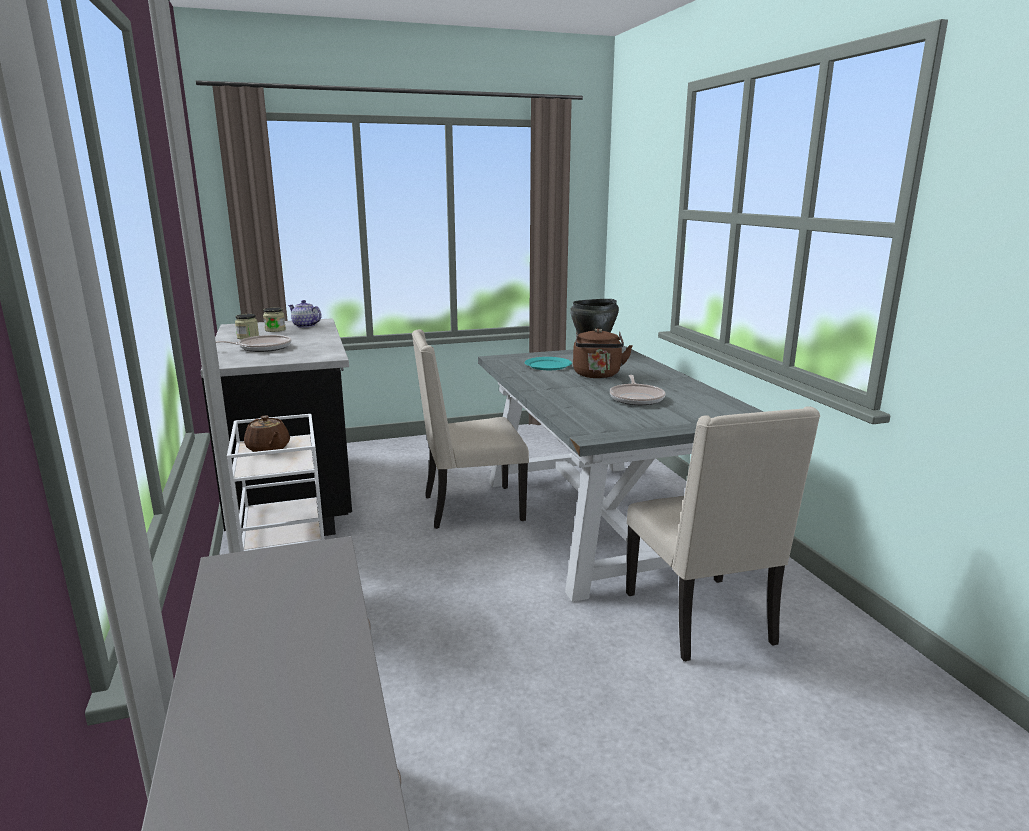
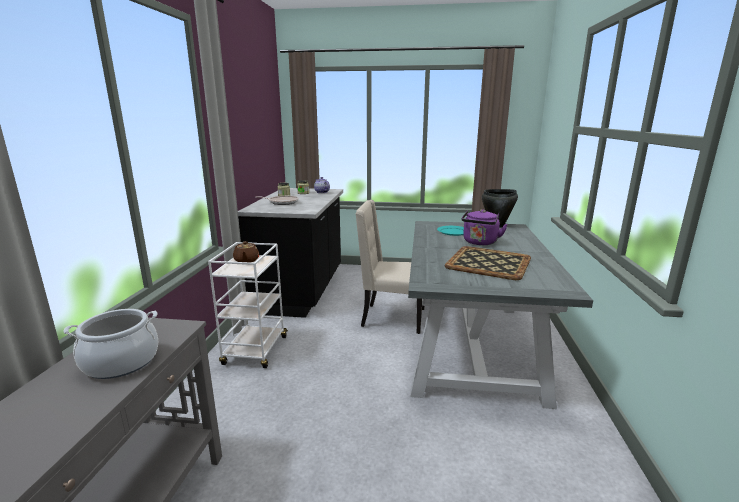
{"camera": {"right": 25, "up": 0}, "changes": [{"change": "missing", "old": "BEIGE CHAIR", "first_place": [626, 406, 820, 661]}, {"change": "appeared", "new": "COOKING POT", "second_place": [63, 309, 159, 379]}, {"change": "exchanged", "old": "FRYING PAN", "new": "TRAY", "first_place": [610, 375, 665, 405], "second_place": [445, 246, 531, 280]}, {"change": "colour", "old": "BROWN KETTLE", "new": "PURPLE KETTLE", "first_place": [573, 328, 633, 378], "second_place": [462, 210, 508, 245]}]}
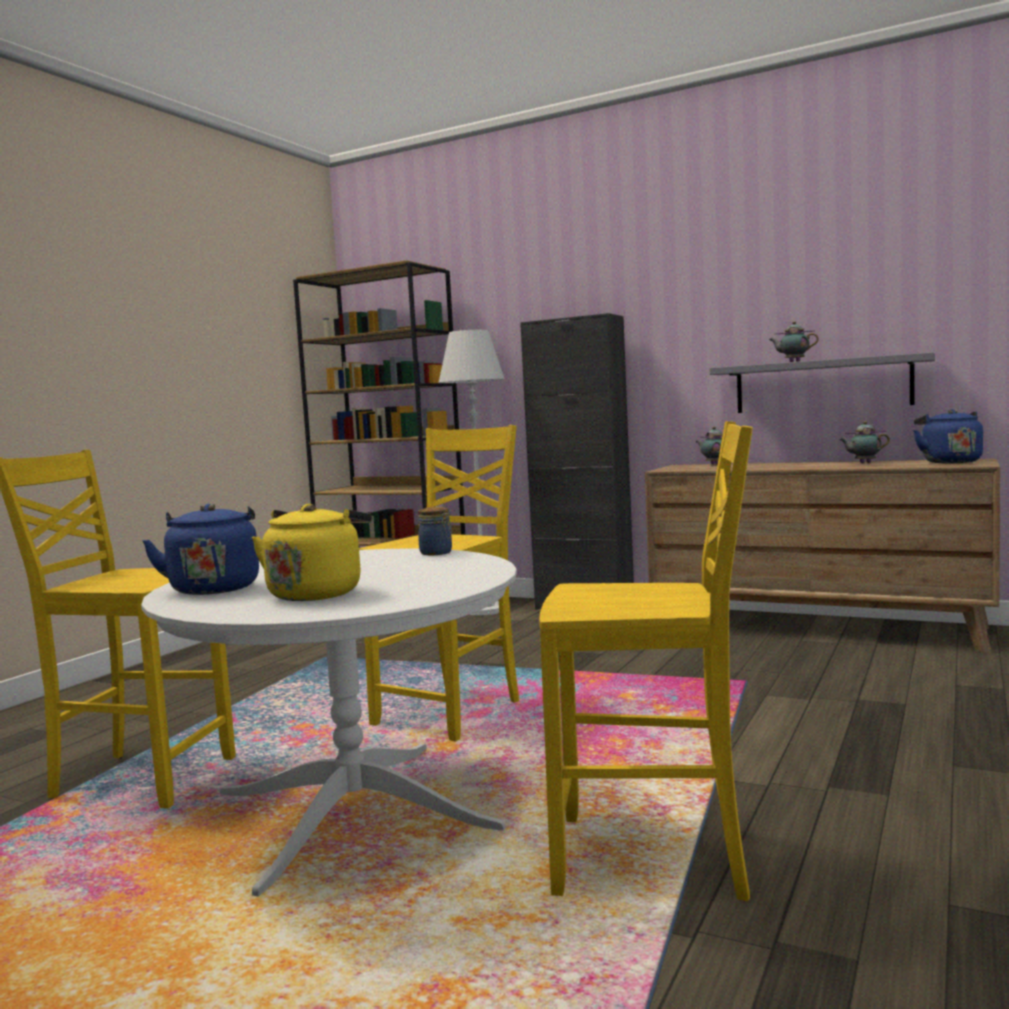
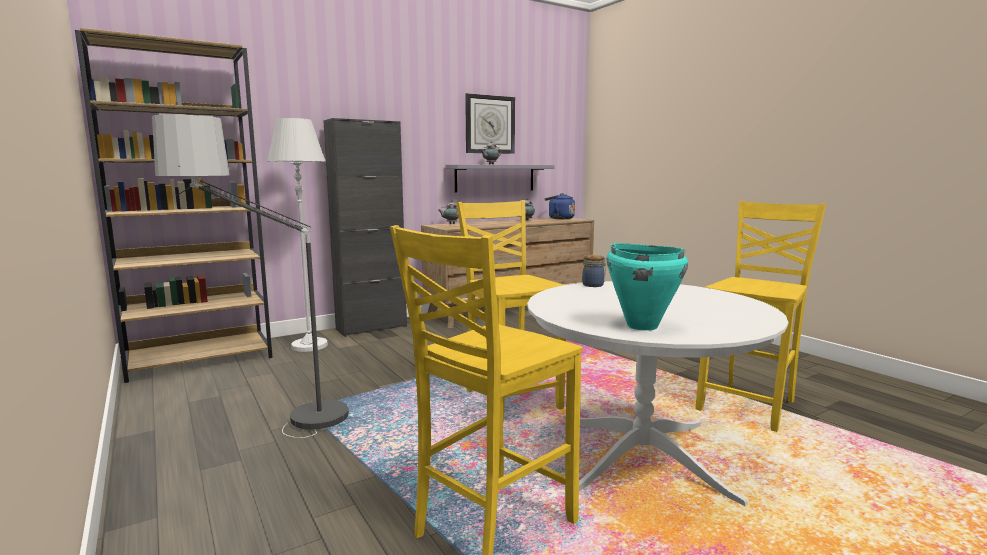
{"camera": {"right": -60, "up": 5}, "changes": [{"change": "missing", "old": "YELLOW KETTLE", "first_place": [252, 504, 372, 601]}, {"change": "appeared", "new": "FLOOR LAMP", "second_place": [152, 114, 354, 438]}, {"change": "appeared", "new": "WALL CLOCK", "second_place": [465, 93, 515, 154]}, {"change": "exchanged", "old": "BLUE KETTLE", "new": "TURQUOISE COOKING POT", "first_place": [142, 504, 259, 595], "second_place": [607, 243, 688, 331]}]}
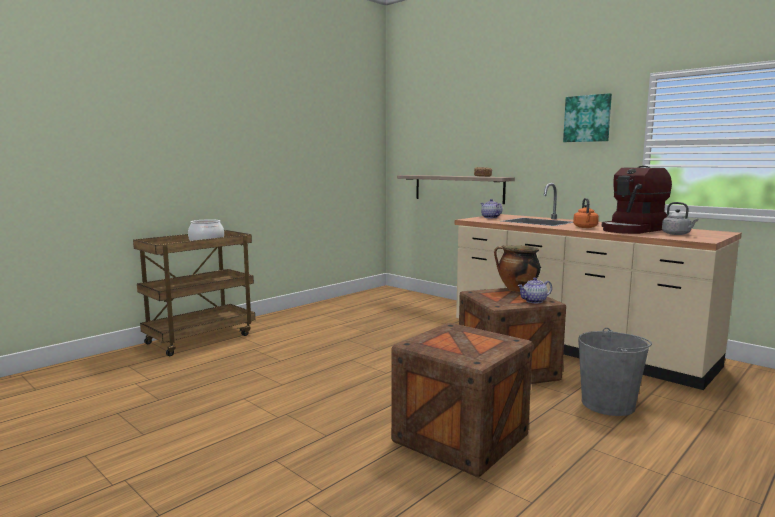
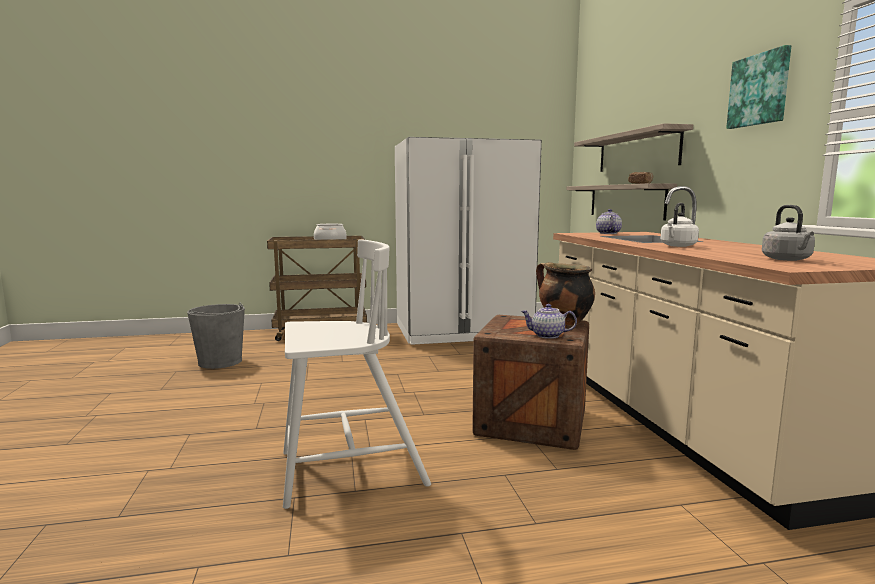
{"camera": {"right": 35, "up": 0}, "changes": [{"change": "missing", "old": "COFFEE MACHINE", "first_place": [602, 166, 672, 234]}, {"change": "appeared", "new": "WHITE FRIDGE", "second_place": [395, 137, 542, 345]}, {"change": "appeared", "new": "SHELF", "second_place": [574, 123, 693, 172]}, {"change": "relocated", "old": "GREY BUCKET", "first_place": [578, 328, 652, 416], "second_place": [187, 303, 245, 369]}, {"change": "exchanged", "old": "CRATE", "new": "WHITE CHAIR", "first_place": [391, 323, 533, 477], "second_place": [283, 239, 431, 509]}, {"change": "colour", "old": "ORANGE KETTLE", "new": "WHITE KETTLE", "first_place": [573, 198, 599, 228], "second_place": [661, 203, 699, 247]}]}
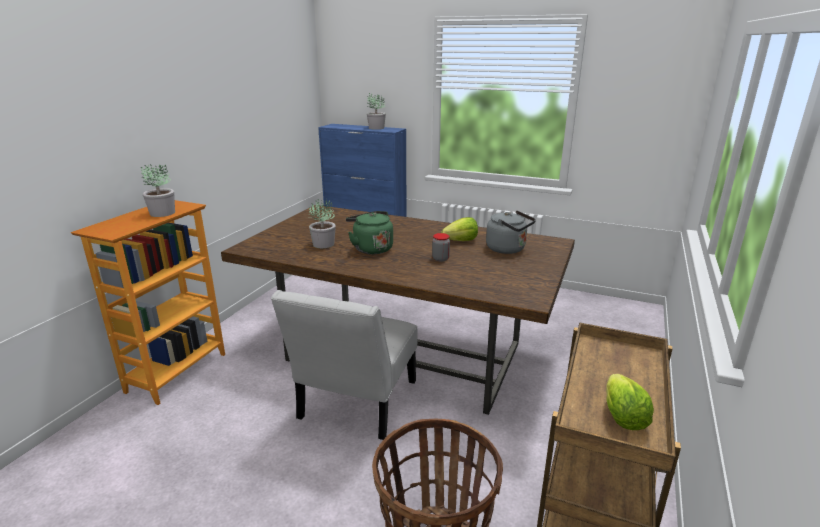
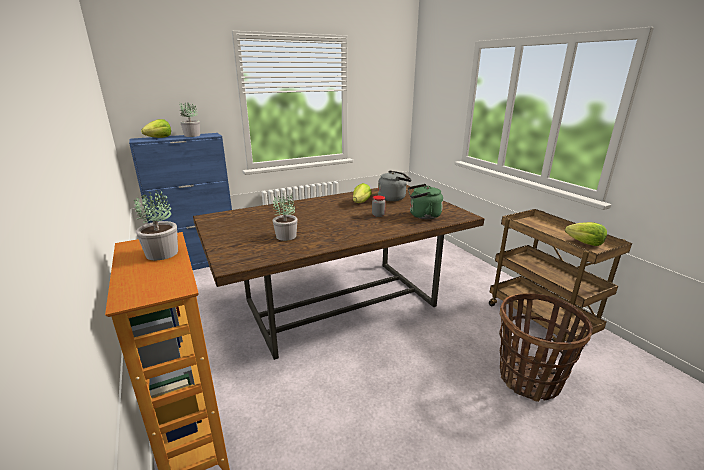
{"camera": {"right": -50, "up": 0}, "changes": [{"change": "missing", "old": "WHITE CHAIR", "first_place": [271, 290, 418, 440]}, {"change": "appeared", "new": "LETTUCE", "second_place": [141, 119, 171, 138]}, {"change": "relocated", "old": "GREEN KETTLE", "first_place": [346, 211, 393, 254], "second_place": [408, 184, 443, 219]}]}
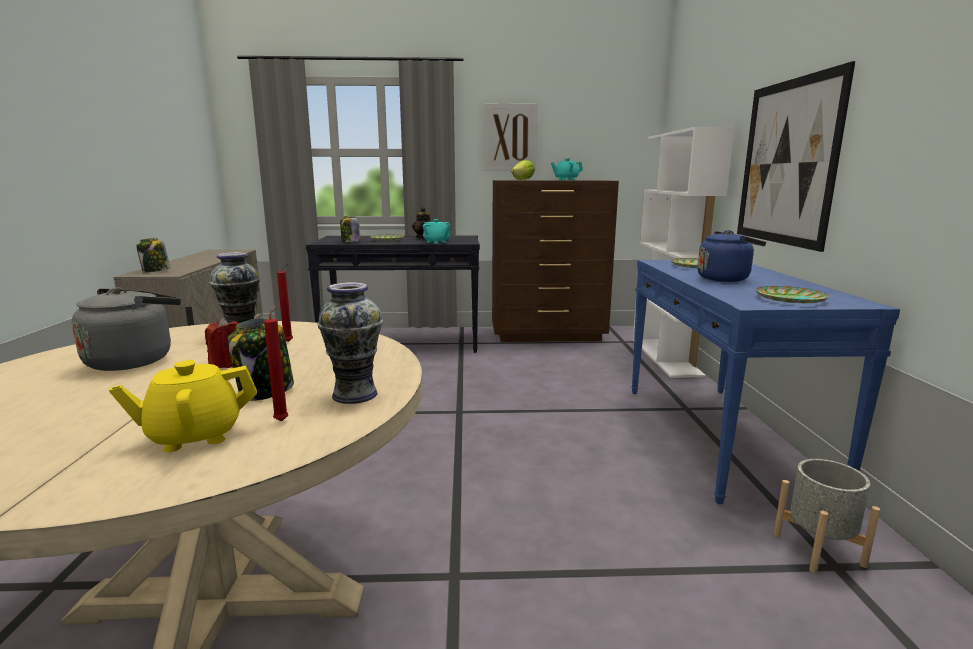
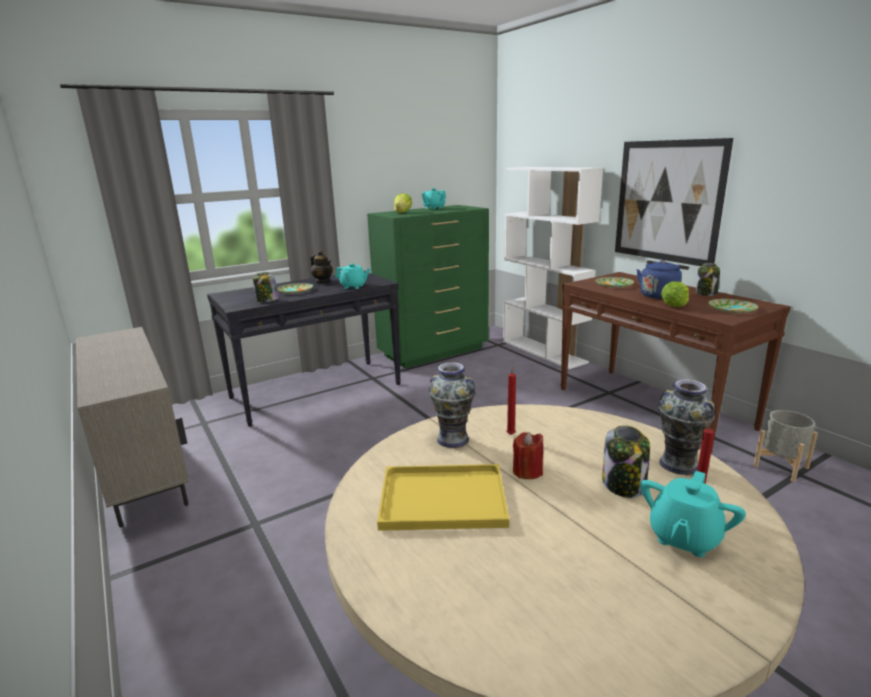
{"camera": {"right": -30, "up": 5}, "changes": [{"change": "missing", "old": "PICTURE", "first_place": [485, 104, 538, 171]}, {"change": "appeared", "new": "LETTUCE", "second_place": [661, 281, 689, 307]}, {"change": "relocated", "old": "JAR", "first_place": [136, 238, 170, 272], "second_place": [696, 263, 720, 296]}, {"change": "exchanged", "old": "GREY KETTLE", "new": "YELLOW TRAY", "first_place": [72, 287, 181, 371], "second_place": [377, 464, 509, 531]}, {"change": "colour", "old": "YELLOW TEAPOT", "new": "TURQUOISE TEAPOT", "first_place": [109, 360, 257, 452], "second_place": [640, 470, 746, 557]}, {"change": "colour", "old": "BROWN DRESSER", "new": "GREEN DRESSER", "first_place": [492, 180, 619, 342], "second_place": [367, 205, 489, 368]}, {"change": "colour", "old": "BLUE CONSOLE TABLE", "new": "BROWN CONSOLE TABLE", "first_place": [631, 260, 900, 504], "second_place": [560, 272, 791, 453]}]}
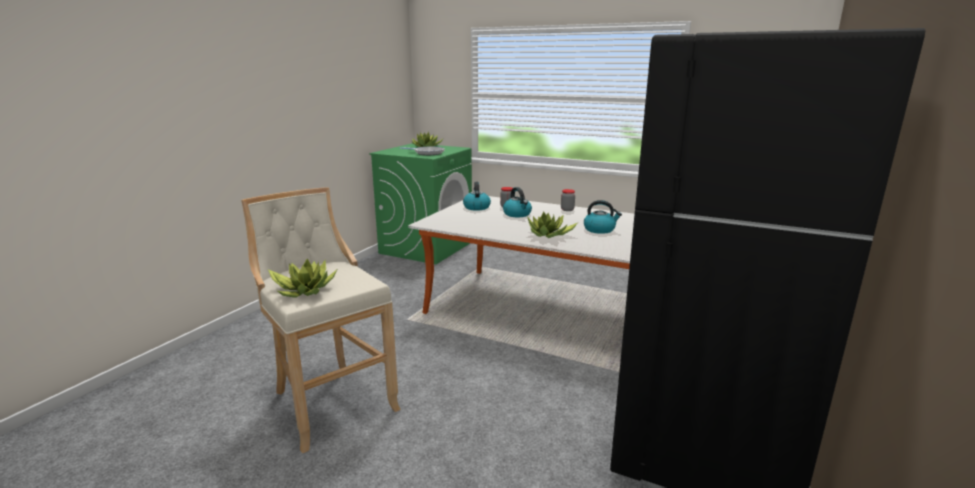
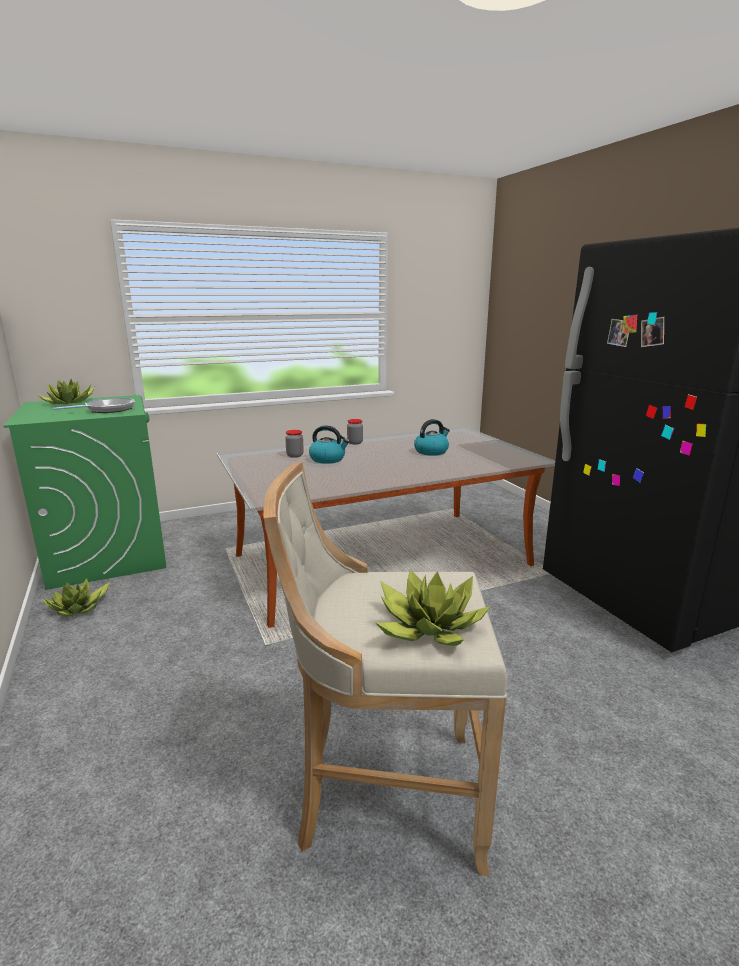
{"camera": {"right": -50, "up": 0}, "changes": [{"change": "missing", "old": "KETTLE", "first_place": [463, 182, 491, 211]}, {"change": "relocated", "old": "POTTED PLANT", "first_place": [527, 212, 578, 238], "second_place": [42, 578, 110, 616]}]}
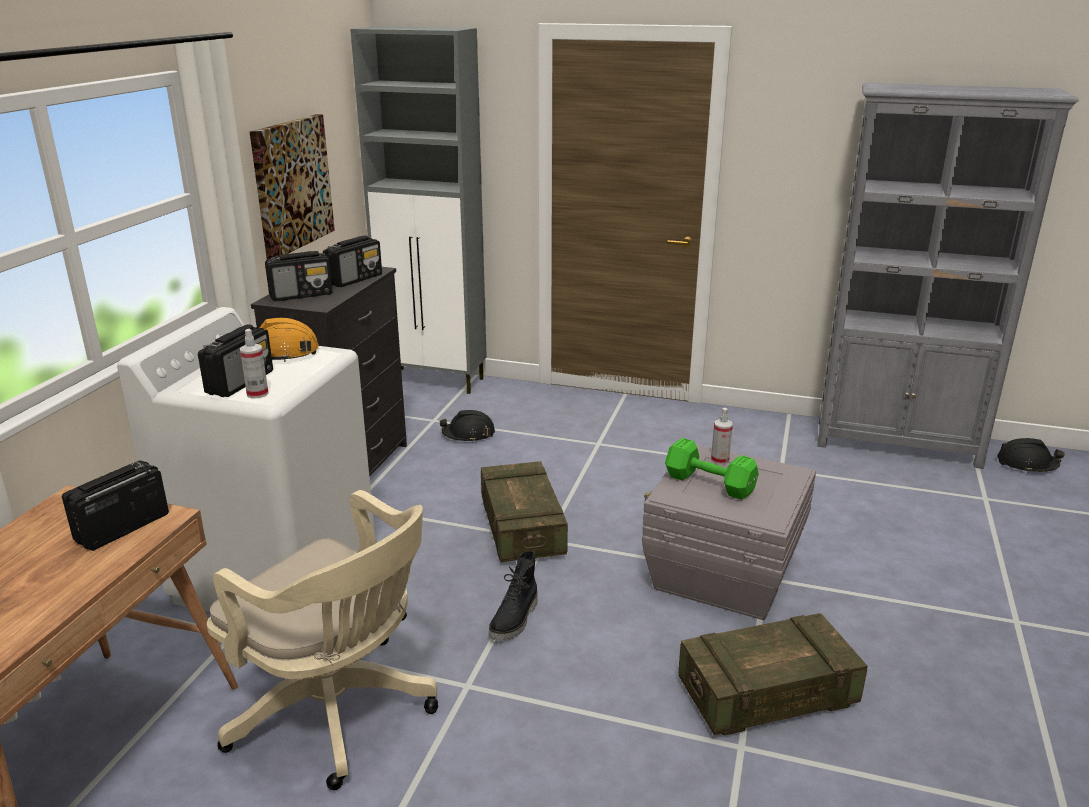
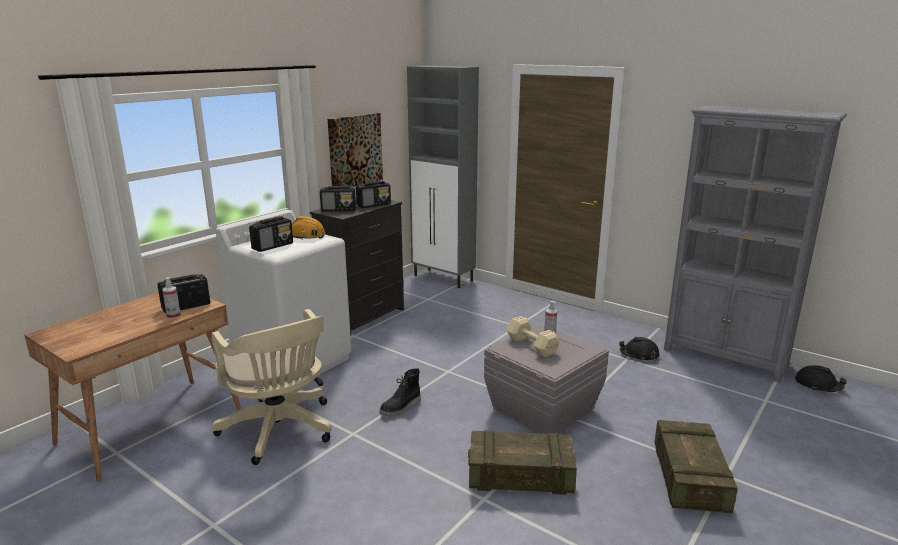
{"camera": {"right": 20, "up": -5}, "changes": [{"change": "relocated", "old": "SPRAY BOTTLE", "first_place": [240, 329, 269, 398], "second_place": [162, 277, 181, 319]}, {"change": "relocated", "old": "BLACK HARD HAT", "first_place": [439, 410, 495, 443], "second_place": [619, 337, 659, 361]}, {"change": "relocated", "old": "CRATE", "first_place": [481, 461, 568, 562], "second_place": [655, 420, 738, 514]}, {"change": "colour", "old": "GREEN DUMBBELL", "new": "BEIGE DUMBBELL", "first_place": [665, 438, 759, 500], "second_place": [507, 316, 560, 357]}]}
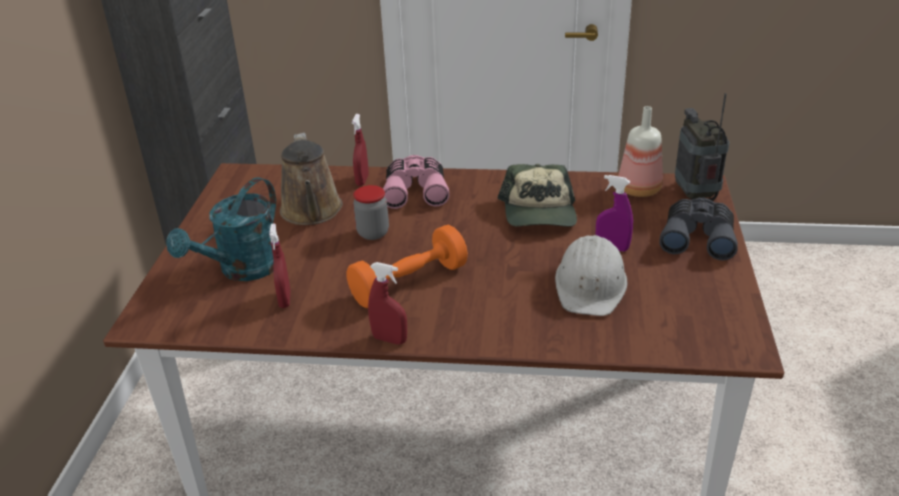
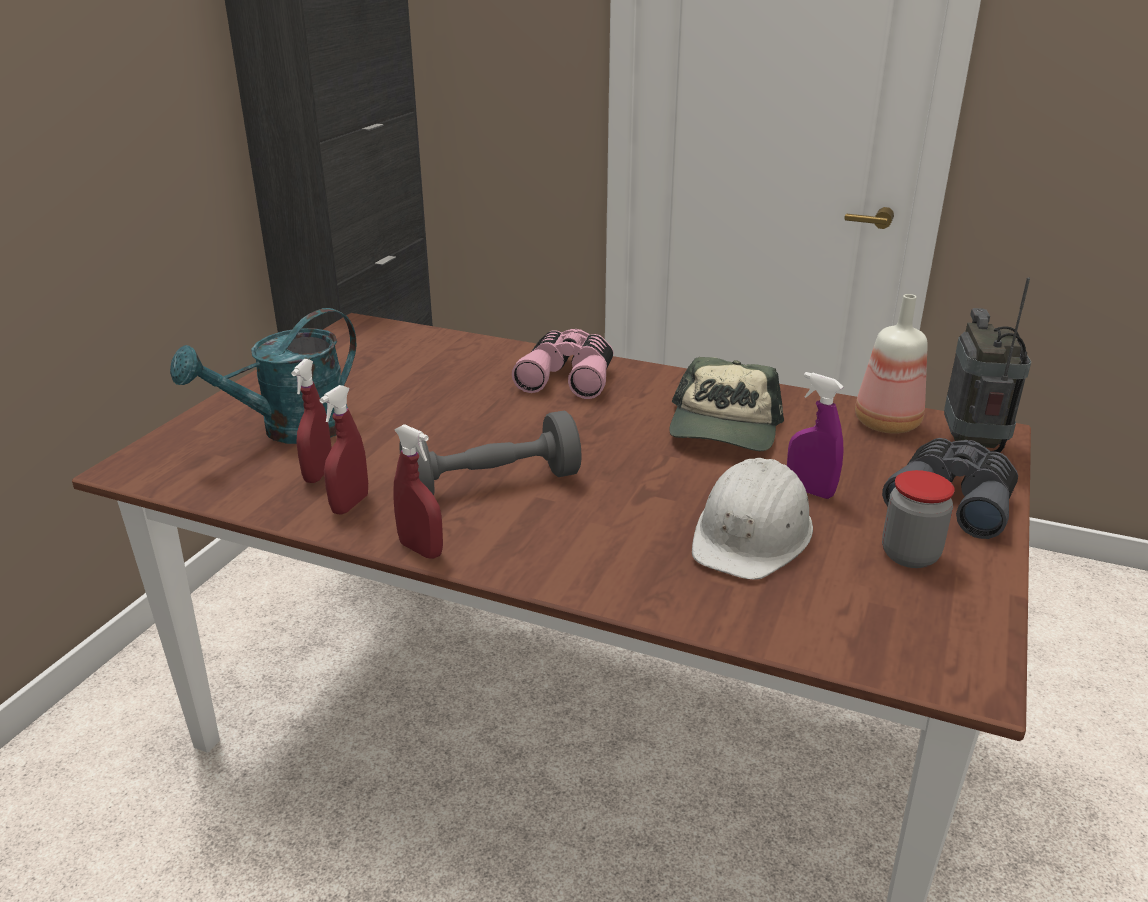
{"camera": {"right": 15, "up": -5}, "changes": [{"change": "missing", "old": "BROWN WATERING CAN", "first_place": [280, 133, 343, 225]}, {"change": "relocated", "old": "RED SPRAY BOTTLE", "first_place": [352, 114, 369, 186], "second_place": [319, 385, 368, 514]}, {"change": "relocated", "old": "JAR", "first_place": [353, 185, 389, 240], "second_place": [882, 470, 955, 568]}, {"change": "colour", "old": "ORANGE DUMBBELL", "new": "GREY DUMBBELL", "first_place": [347, 225, 468, 308], "second_place": [399, 410, 582, 495]}]}
